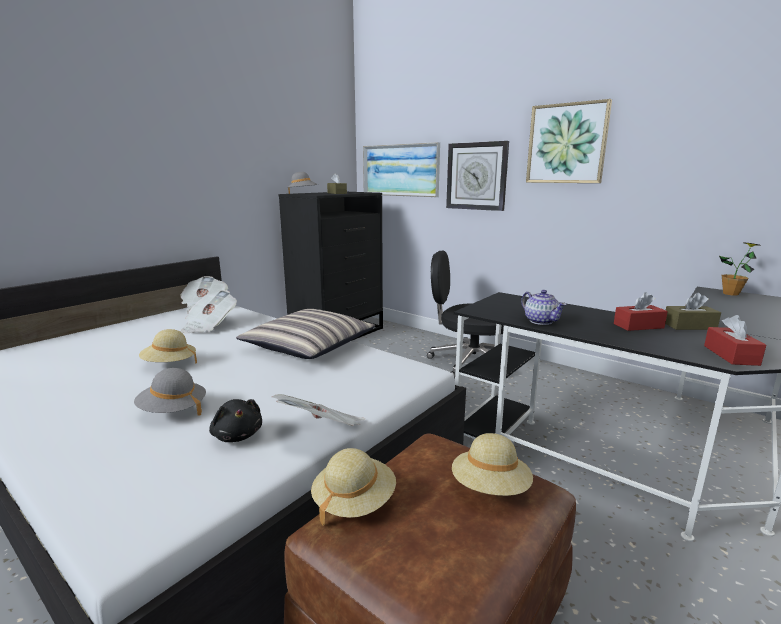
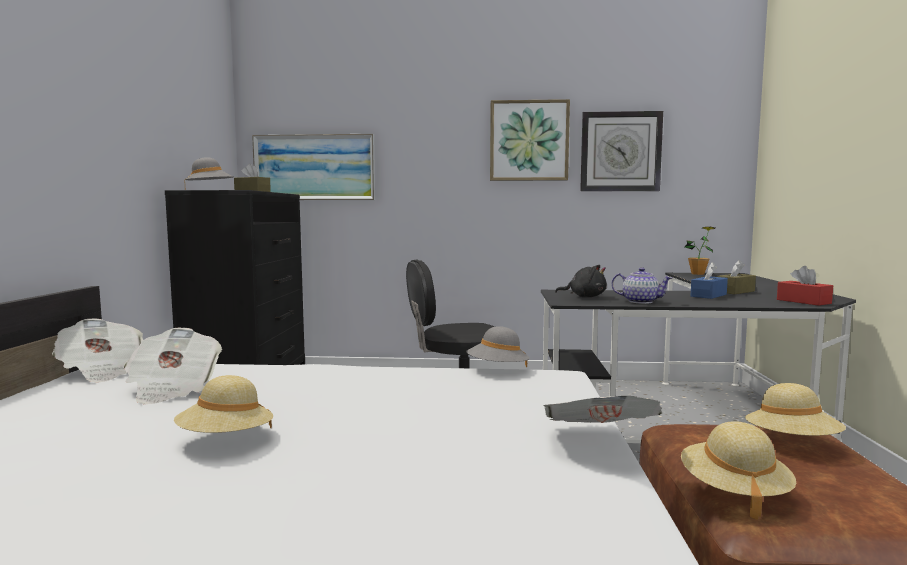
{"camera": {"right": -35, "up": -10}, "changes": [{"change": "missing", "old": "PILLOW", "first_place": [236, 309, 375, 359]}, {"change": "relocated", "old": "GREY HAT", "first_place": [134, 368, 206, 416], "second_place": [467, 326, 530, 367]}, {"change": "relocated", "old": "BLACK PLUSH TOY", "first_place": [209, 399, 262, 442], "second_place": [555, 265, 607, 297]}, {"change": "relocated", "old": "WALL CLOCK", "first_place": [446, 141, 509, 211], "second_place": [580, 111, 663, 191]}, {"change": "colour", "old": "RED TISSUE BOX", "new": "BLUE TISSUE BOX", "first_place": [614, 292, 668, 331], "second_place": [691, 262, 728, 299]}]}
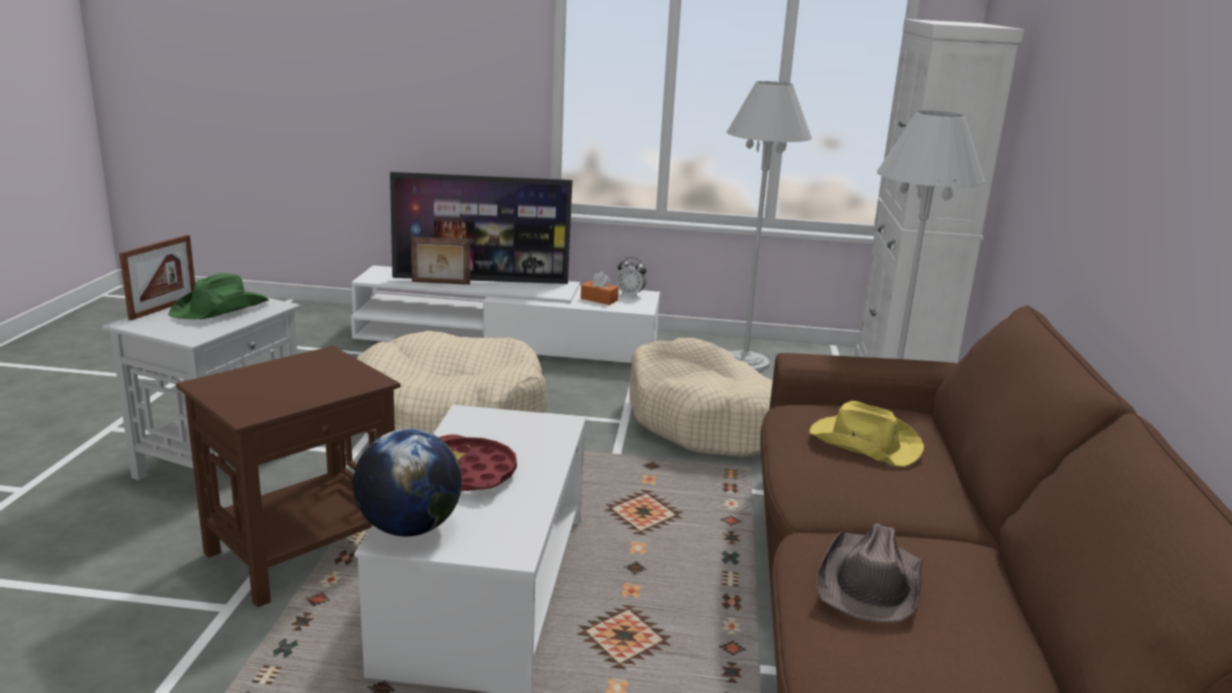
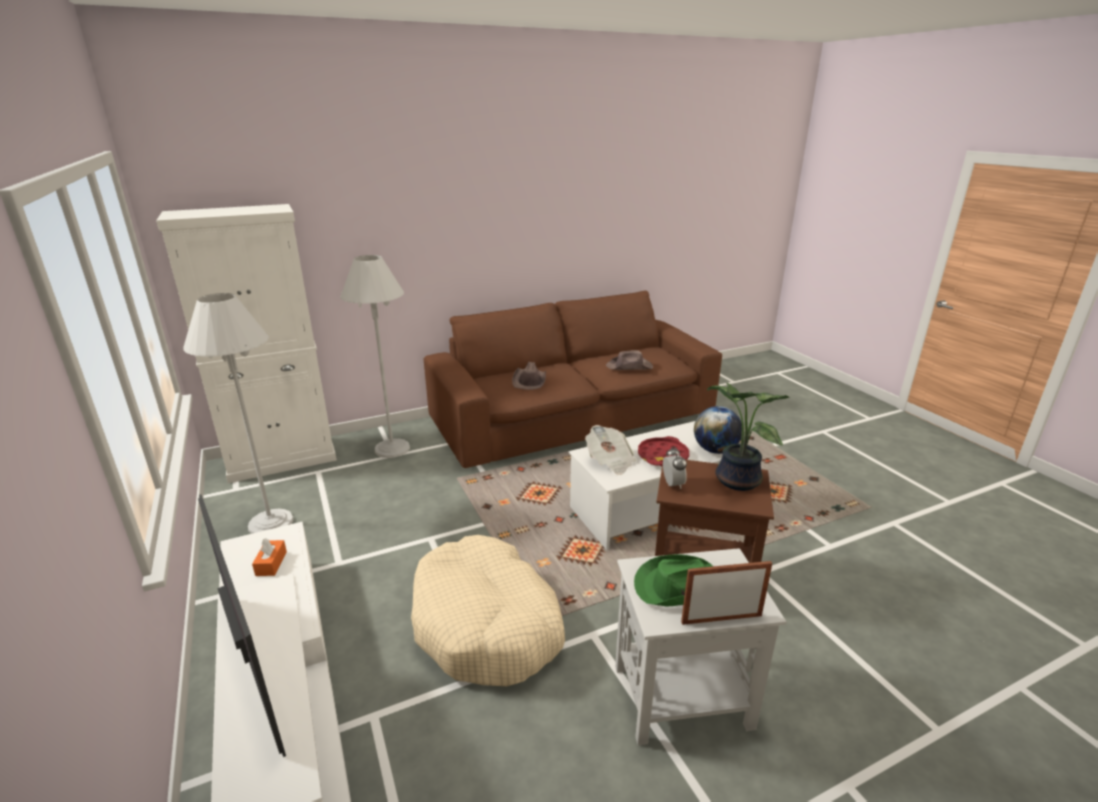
{"camera": {"right": -120, "up": 5}, "changes": [{"change": "missing", "old": "PICTURE FRAME", "first_place": [411, 237, 470, 285]}, {"change": "missing", "old": "BEIGE DOG BED", "first_place": [629, 338, 773, 457]}, {"change": "appeared", "new": "NEWSPAPER", "second_place": [585, 425, 636, 475]}, {"change": "appeared", "new": "POTTED PLANT", "second_place": [707, 383, 790, 491]}, {"change": "relocated", "old": "ALARM CLOCK", "first_place": [617, 257, 647, 297], "second_place": [663, 446, 687, 489]}, {"change": "colour", "old": "YELLOW HAT", "new": "BROWN HAT", "first_place": [809, 401, 924, 467], "second_place": [512, 362, 546, 390]}]}
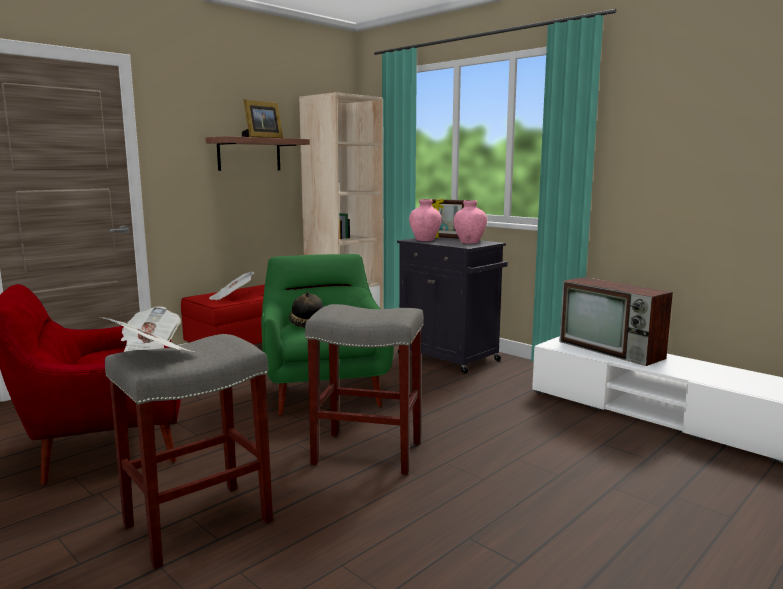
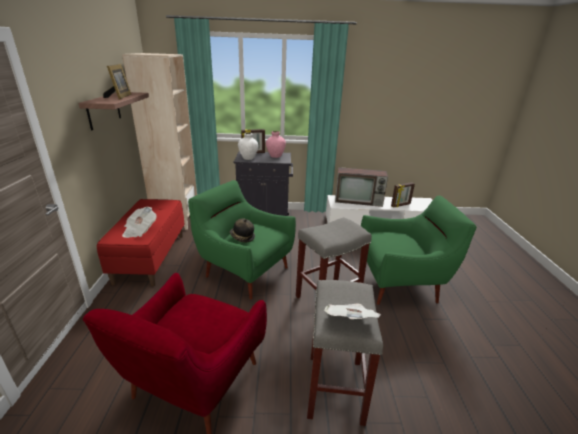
{"camera": {"right": -45, "up": 15}, "changes": [{"change": "missing", "old": "NEWSPAPER", "first_place": [121, 306, 181, 352]}, {"change": "appeared", "new": "GREEN ARMCHAIR", "second_place": [361, 196, 477, 305]}, {"change": "appeared", "new": "PICTURE FRAME", "second_place": [391, 182, 415, 207]}, {"change": "colour", "old": "PINK VASE", "new": "WHITE VASE", "first_place": [409, 199, 442, 241], "second_place": [238, 132, 259, 160]}]}
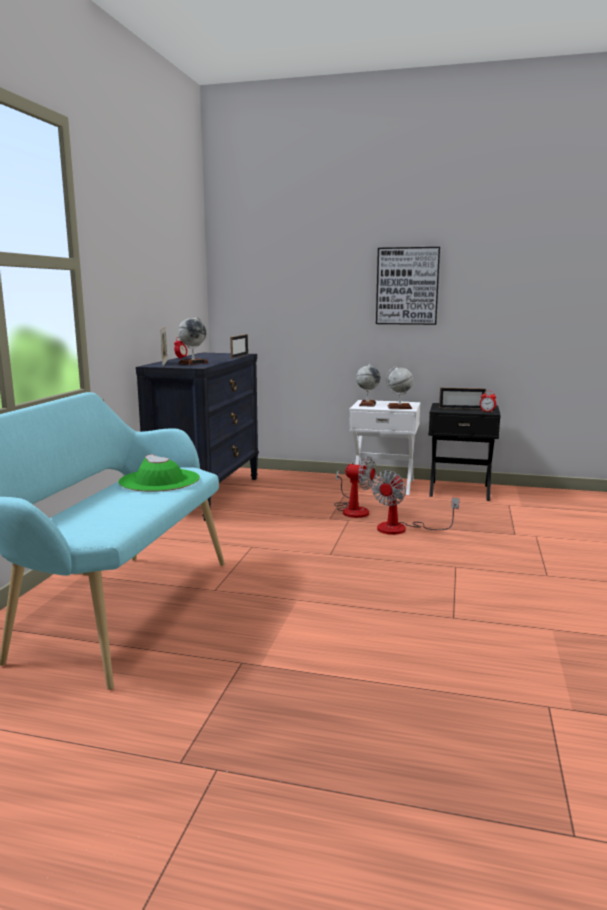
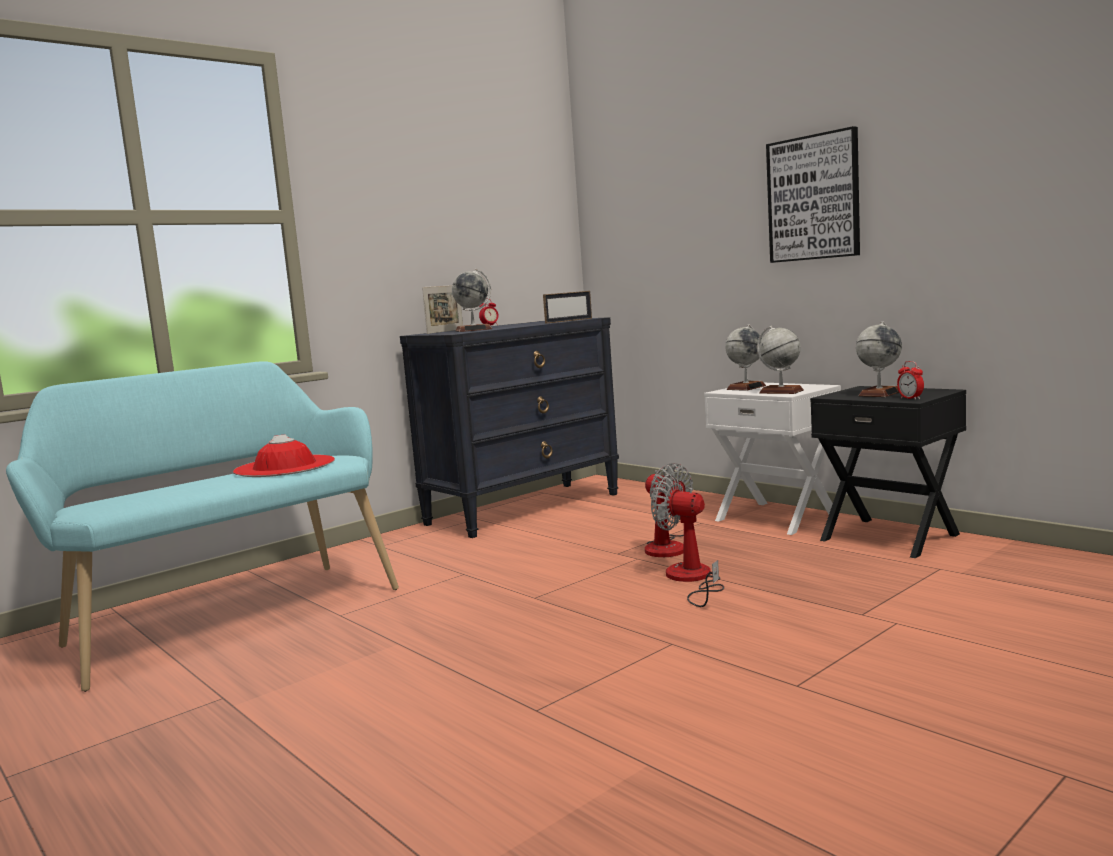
{"camera": {"right": 35, "up": -5}, "changes": [{"change": "exchanged", "old": "PICTURE FRAME", "new": "GLOBE", "first_place": [439, 388, 486, 409], "second_place": [856, 321, 902, 397]}, {"change": "colour", "old": "GREEN HAT", "new": "RED HAT", "first_place": [118, 454, 200, 492], "second_place": [233, 435, 335, 477]}, {"change": "spun", "old": "FAN", "first_place": [371, 470, 459, 535], "second_place": [651, 475, 724, 607], "degrees": 60}]}
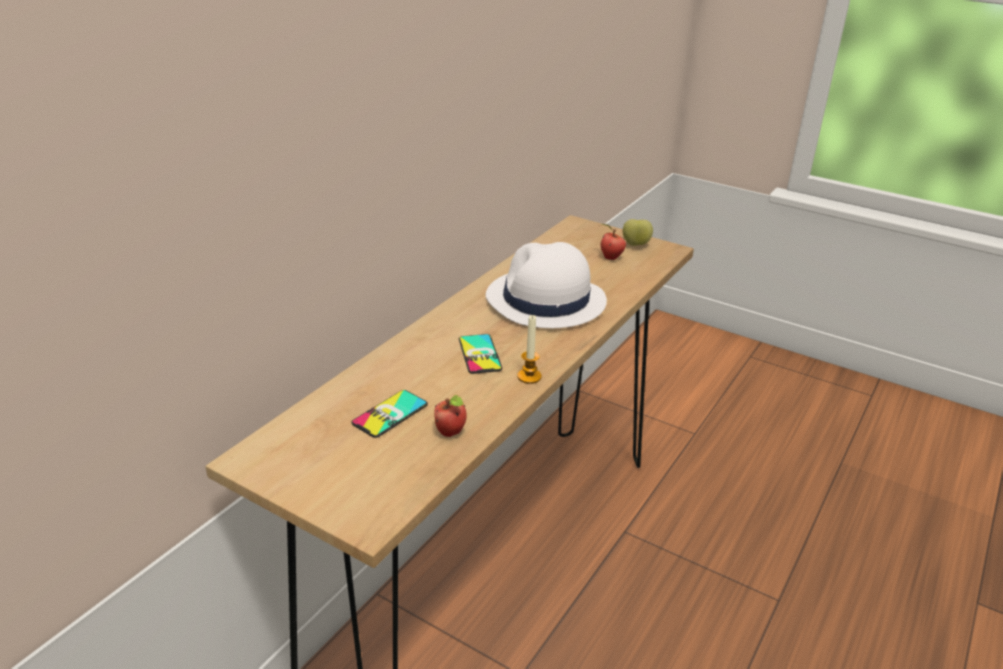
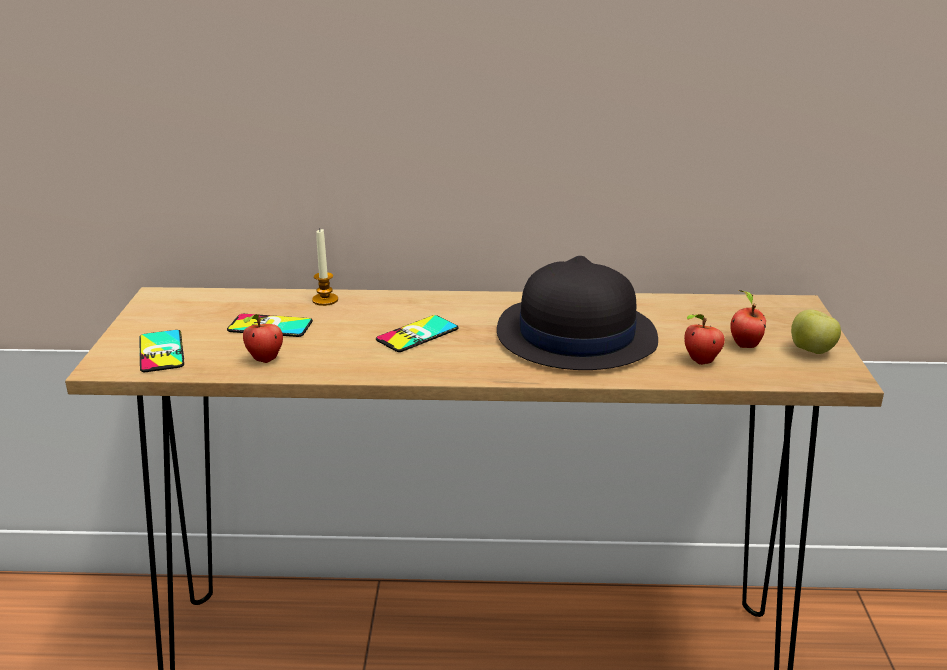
{"camera": {"right": 60, "up": -5}, "changes": [{"change": "appeared", "new": "PHONE", "second_place": [139, 330, 184, 372]}, {"change": "appeared", "new": "APPLE", "second_place": [684, 314, 725, 365]}, {"change": "relocated", "old": "CANDLE", "first_place": [517, 315, 542, 384], "second_place": [312, 229, 338, 306]}, {"change": "colour", "old": "WHITE HAT", "new": "BLACK HAT", "first_place": [486, 242, 607, 328], "second_place": [497, 256, 658, 370]}]}
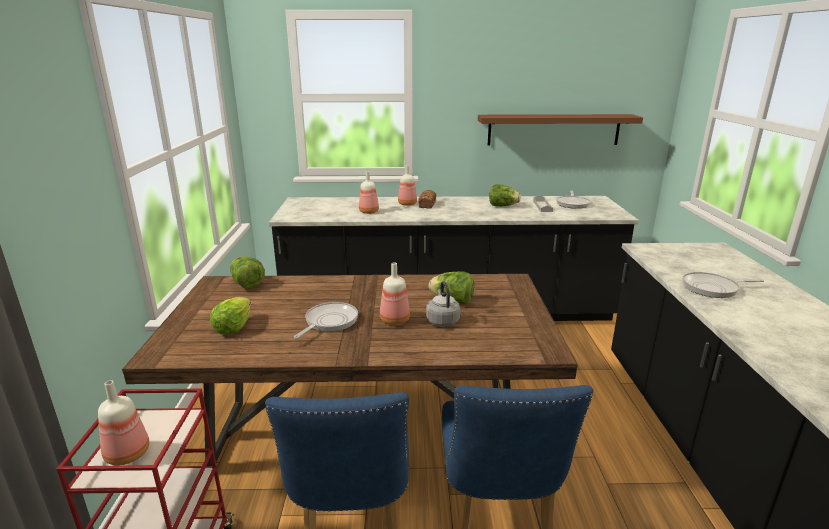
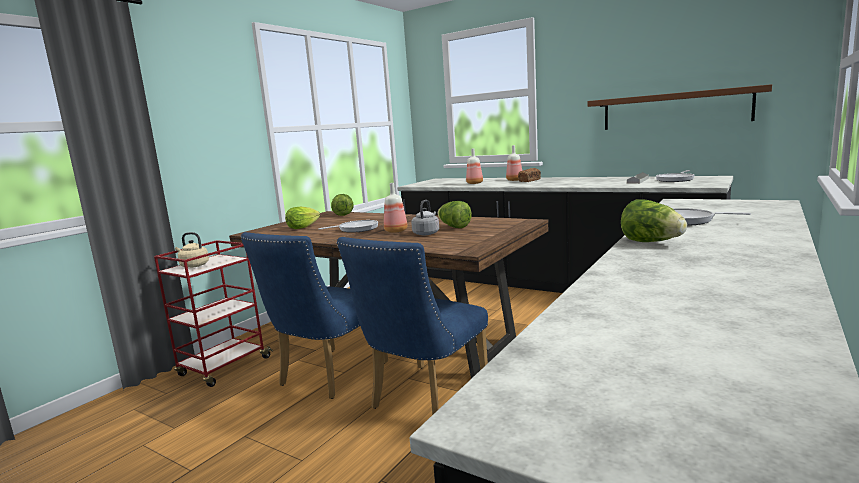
{"camera": {"right": 35, "up": -10}, "changes": [{"change": "relocated", "old": "LETTUCE", "first_place": [489, 184, 521, 207], "second_place": [621, 199, 687, 242]}, {"change": "exchanged", "old": "BOTTLE", "new": "BEIGE KETTLE", "first_place": [98, 380, 149, 466], "second_place": [175, 232, 209, 268]}]}
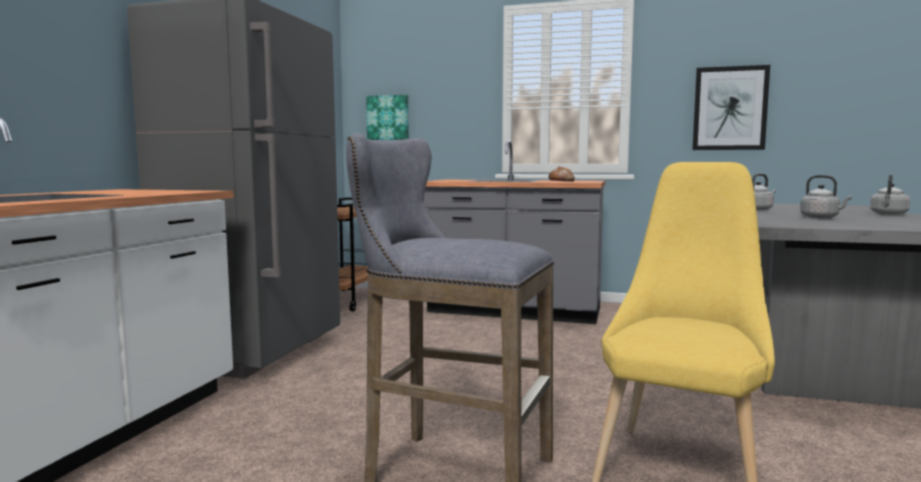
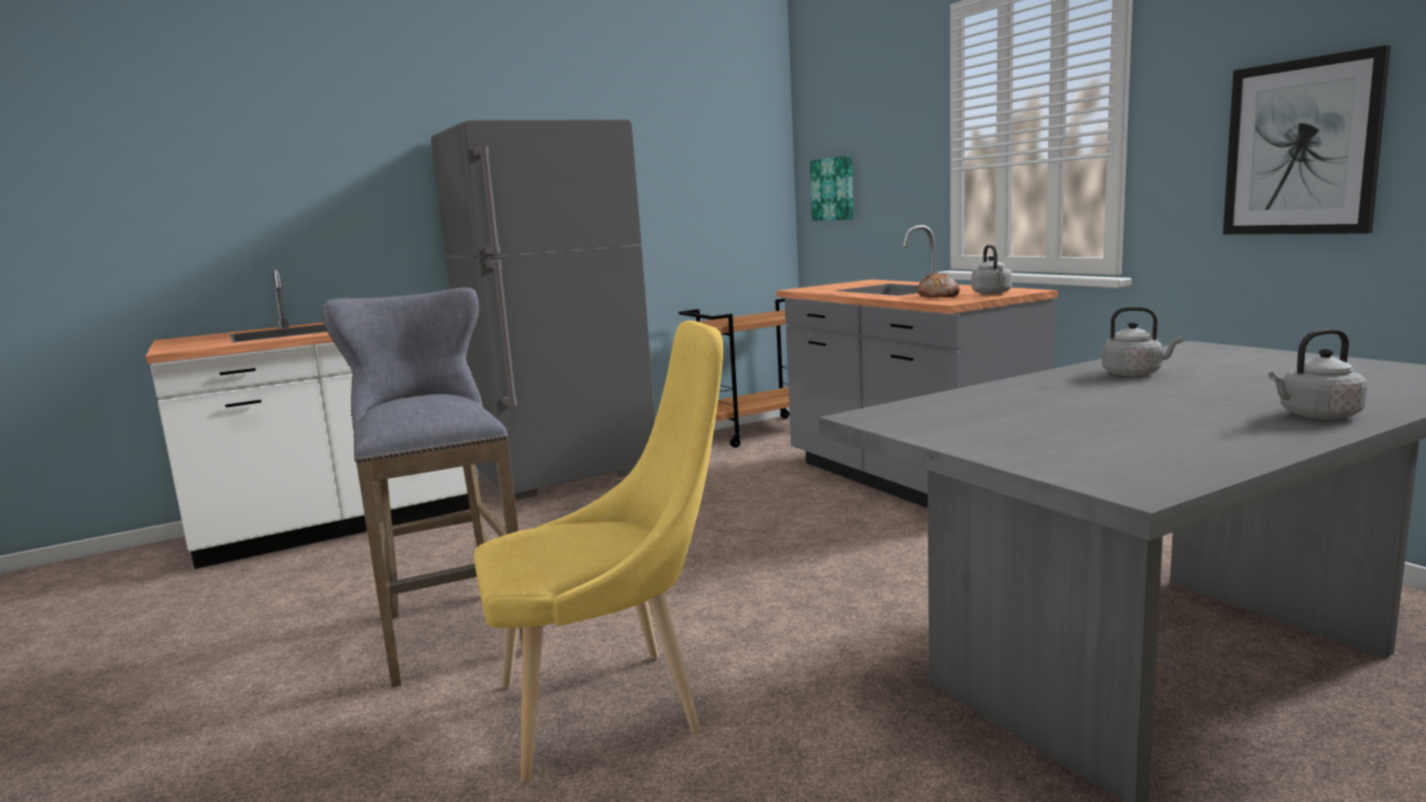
{"camera": {"right": 45, "up": 5}, "changes": [{"change": "relocated", "old": "GREY KETTLE", "first_place": [800, 175, 852, 218], "second_place": [972, 245, 1012, 295]}]}
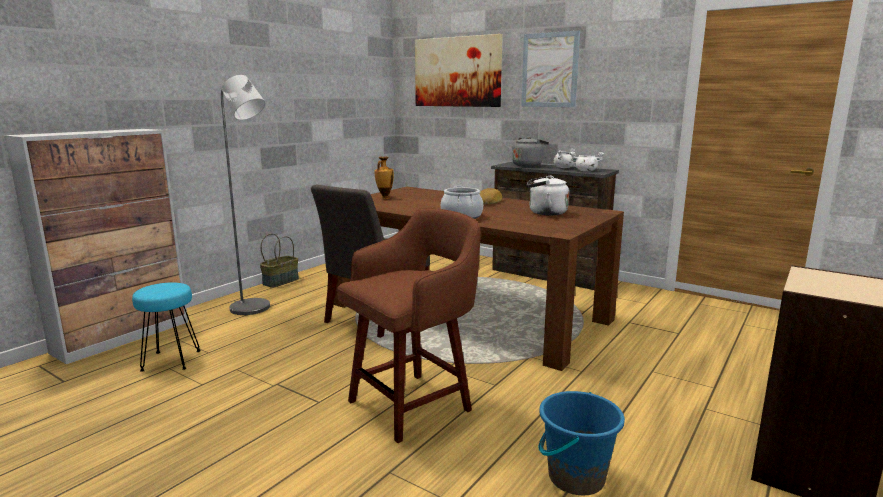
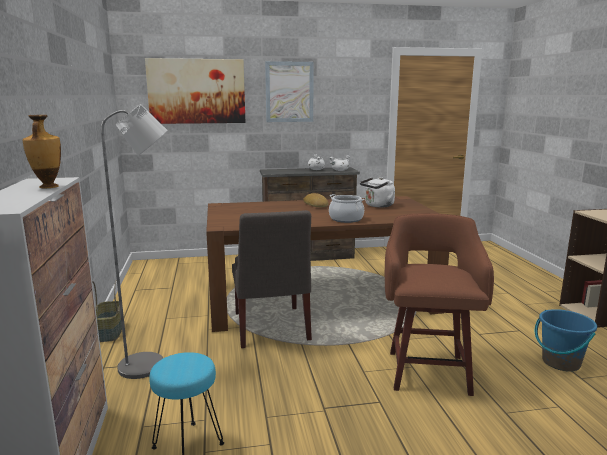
{"camera": {"right": -45, "up": 0}, "changes": [{"change": "missing", "old": "GREY KETTLE", "first_place": [512, 136, 549, 167]}, {"change": "relocated", "old": "VASE", "first_place": [375, 157, 394, 199], "second_place": [23, 115, 61, 188]}]}
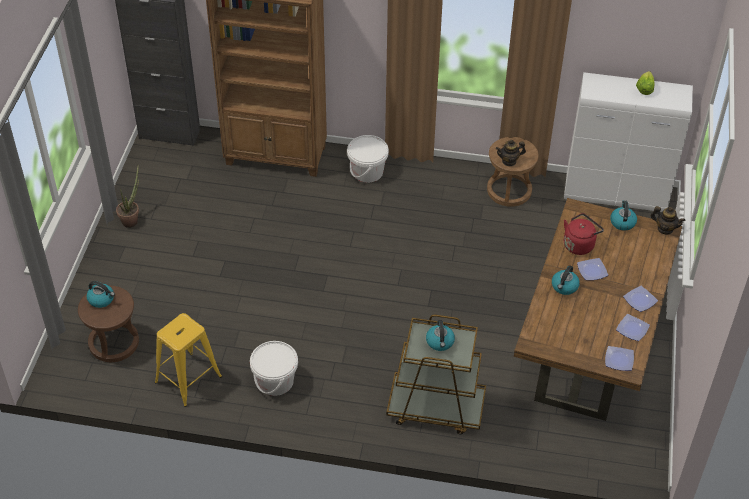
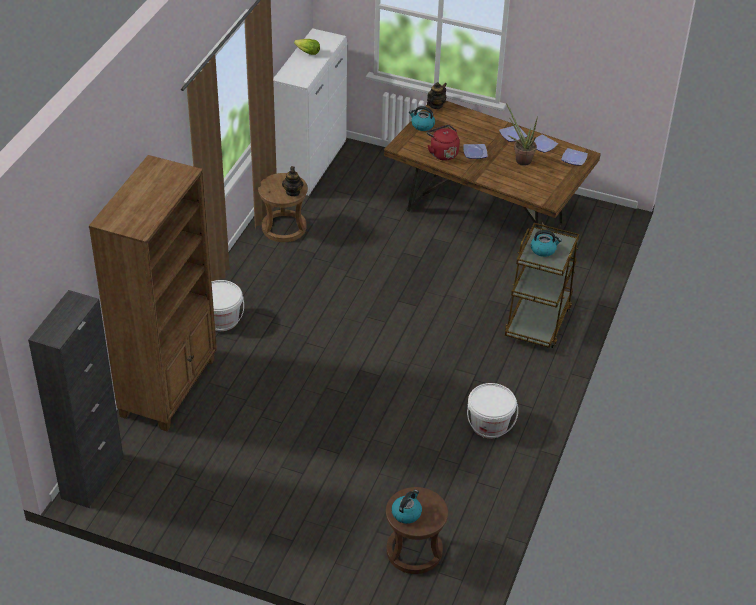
{"camera": {"right": -80, "up": -5}, "changes": [{"change": "missing", "old": "YELLOW STOOL", "first_place": [155, 313, 222, 407]}, {"change": "missing", "old": "KETTLE", "first_place": [552, 265, 580, 295]}, {"change": "relocated", "old": "POTTED PLANT", "first_place": [116, 164, 139, 228], "second_place": [506, 103, 538, 166]}]}
